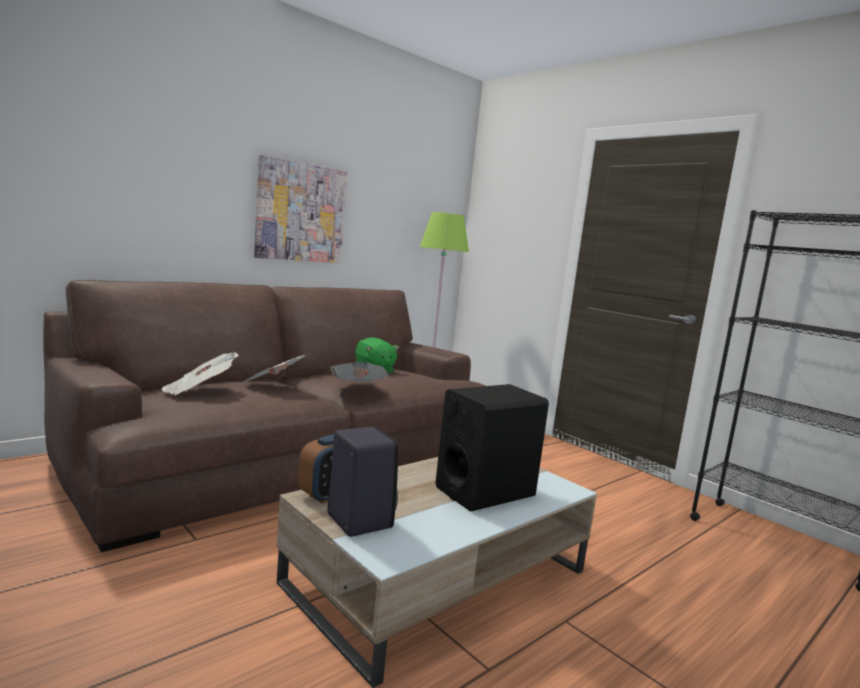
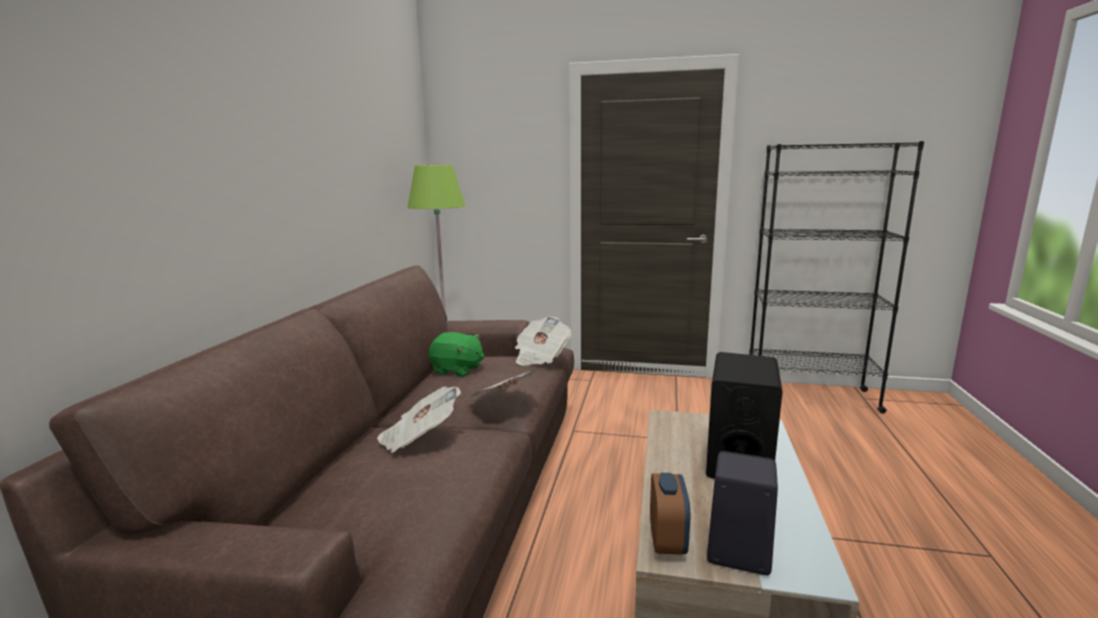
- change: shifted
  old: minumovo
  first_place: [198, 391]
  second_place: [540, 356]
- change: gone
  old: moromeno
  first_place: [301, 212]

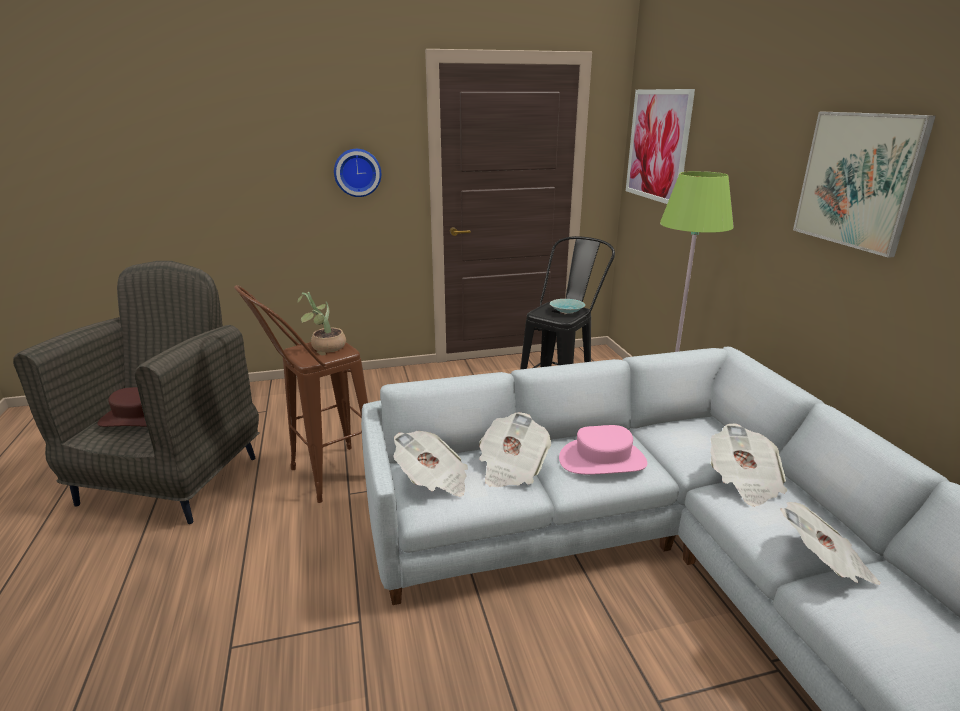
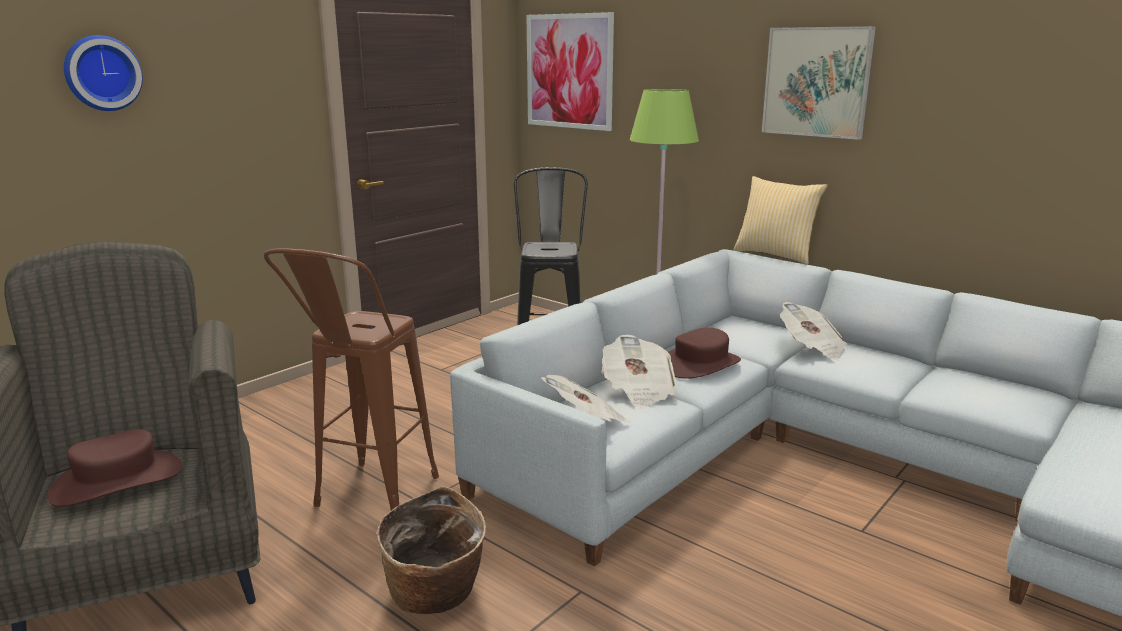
- change: shifted
  old: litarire
  first_place: [357, 172]
  second_place: [101, 73]
- change: new
  new: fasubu
  second_place: [435, 595]
- change: repainted
  old: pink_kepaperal
  new: brown_kepaperal
  first_place: [602, 460]
  second_place: [700, 364]
- change: new
  new: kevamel
  second_place: [776, 255]
- change: gone
  old: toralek
  first_place: [324, 347]
- change: gone
  old: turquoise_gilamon
  first_place: [565, 311]
- change: gone
  old: minumovo
  first_place: [823, 563]

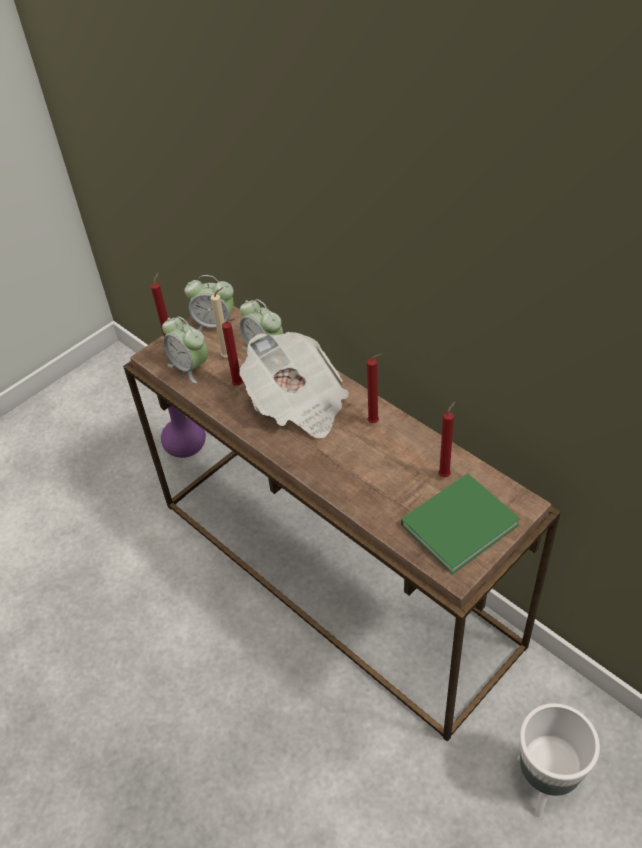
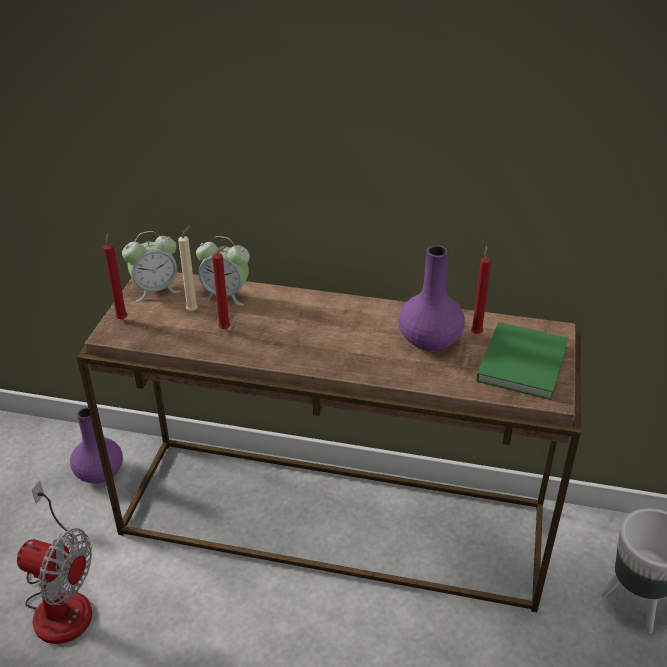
- change: new
  new: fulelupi
  second_place: [61, 600]
- change: new
  new: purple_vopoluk
  second_place: [428, 340]
- change: gone
  old: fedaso
  first_place: [190, 367]
- change: gone
  old: minumovo
  first_place: [297, 404]
- change: gone
  old: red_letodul
  first_place: [375, 422]

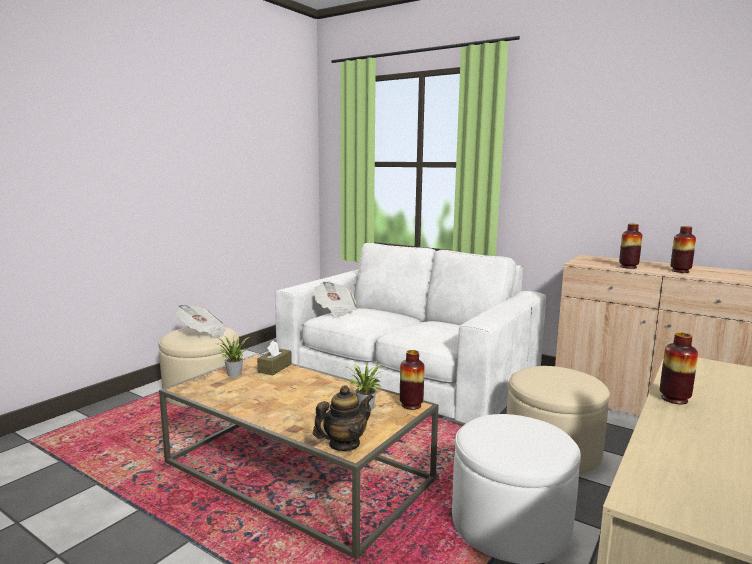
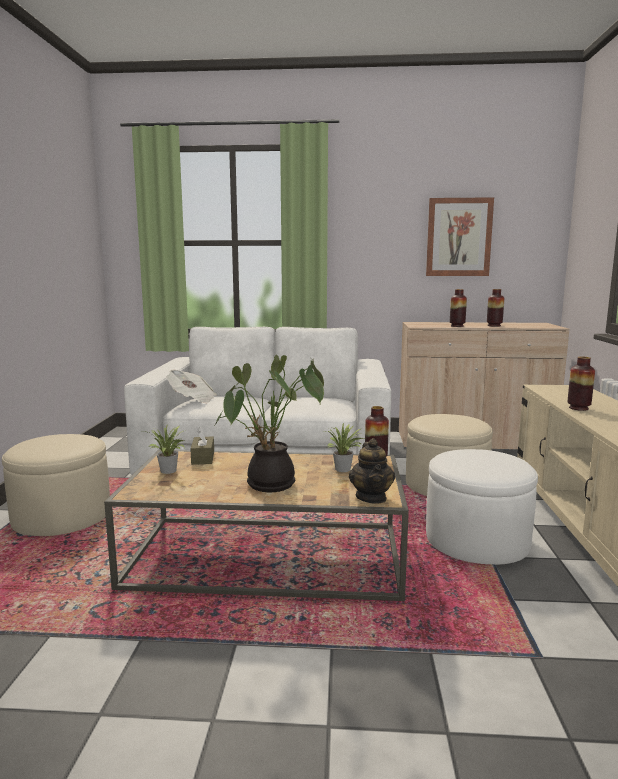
- change: new
  new: toralek
  second_place: [270, 486]
- change: rotated
  old: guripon
  first_place: [344, 444]
  second_place: [371, 497]
  degrees: 150
- change: new
  new: moromeno
  second_place: [458, 237]
- change: gone
  old: minumovo
  first_place: [203, 333]

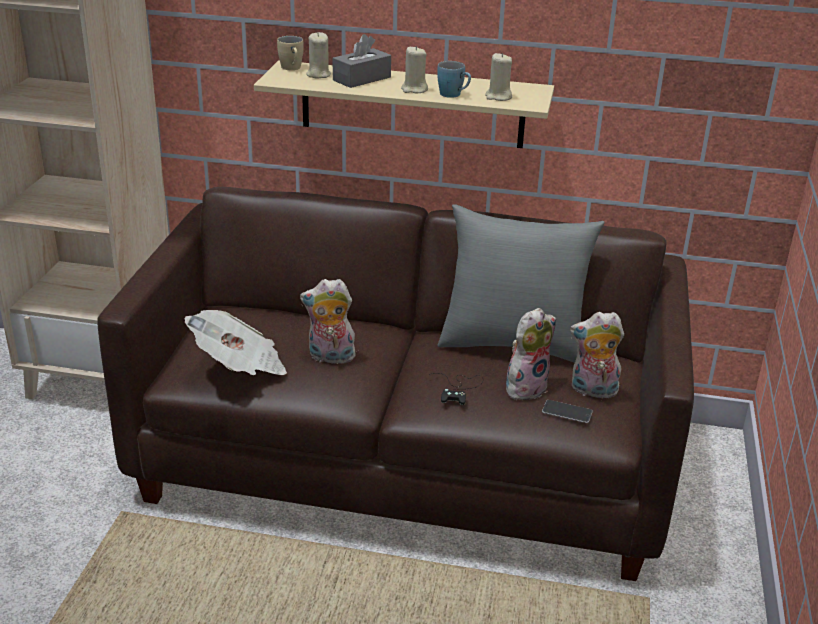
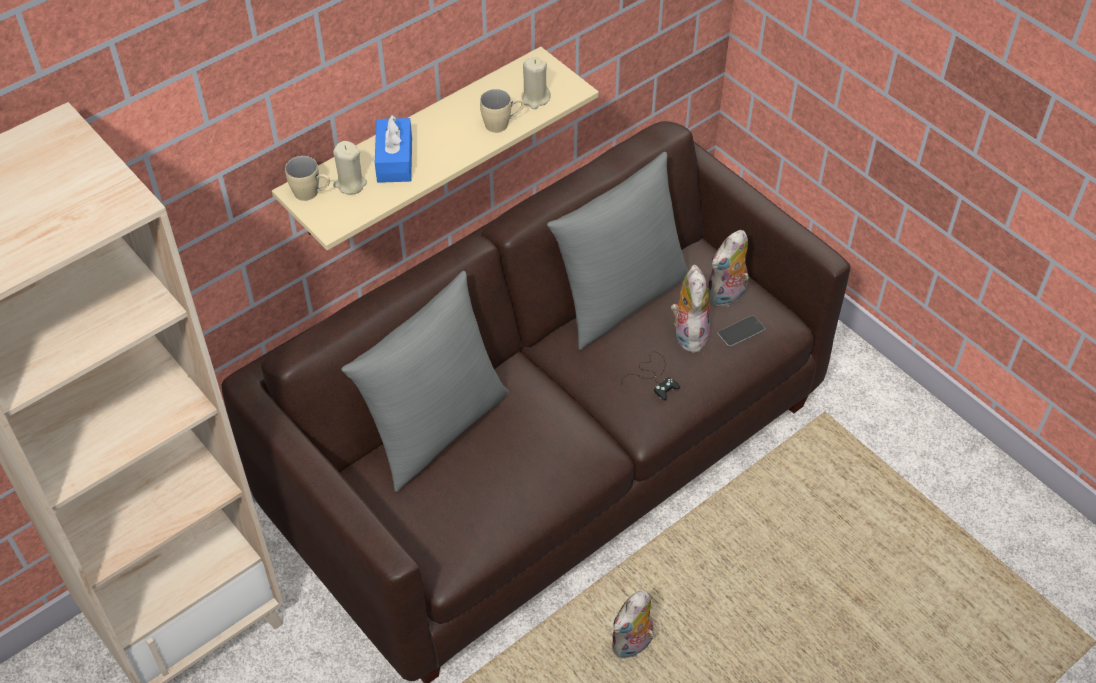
- change: new
  new: grey_kevamel
  second_place: [435, 427]
- change: repainted
  old: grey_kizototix
  new: blue_kizototix
  first_place: [362, 79]
  second_place: [394, 160]
- change: repainted
  old: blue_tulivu
  new: beige_tulivu
  first_place: [454, 95]
  second_place: [502, 124]
- change: shifted
  old: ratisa
  first_place: [330, 358]
  second_place: [633, 645]
- change: gone
  old: minumovo
  first_place: [239, 366]
- change: gone
  old: beige_letodul
  first_place: [414, 89]

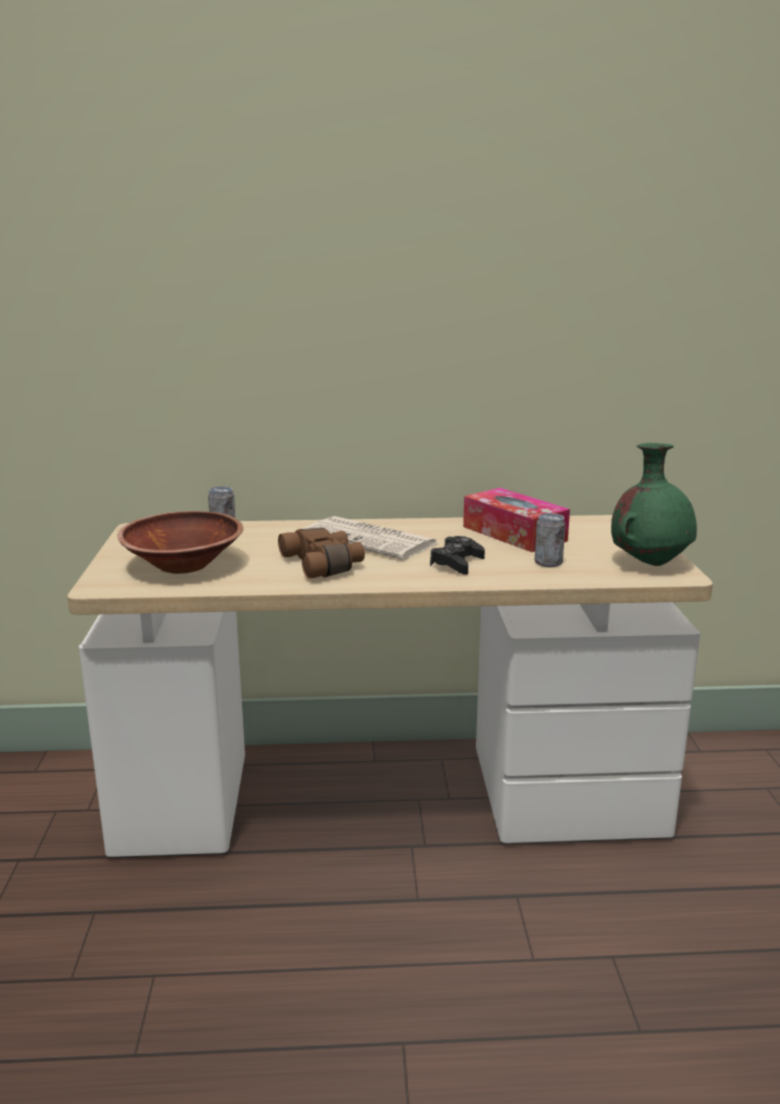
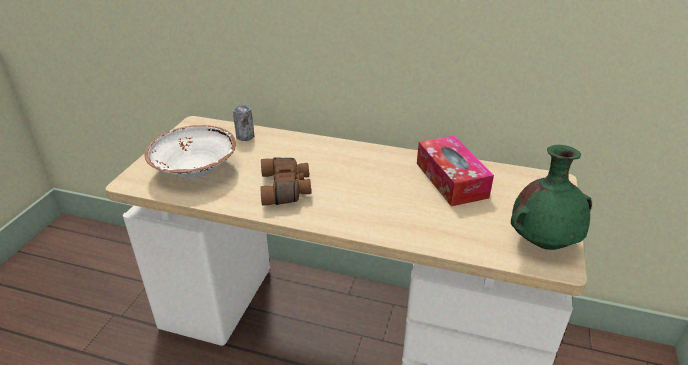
- change: repainted
  old: brown_gilamon
  new: white_gilamon
  first_place: [183, 565]
  second_place: [195, 169]
- change: gone
  old: minumovo
  first_place: [371, 540]
- change: gone
  old: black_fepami
  first_place: [457, 563]
- change: gone
  old: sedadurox
  first_place: [548, 563]

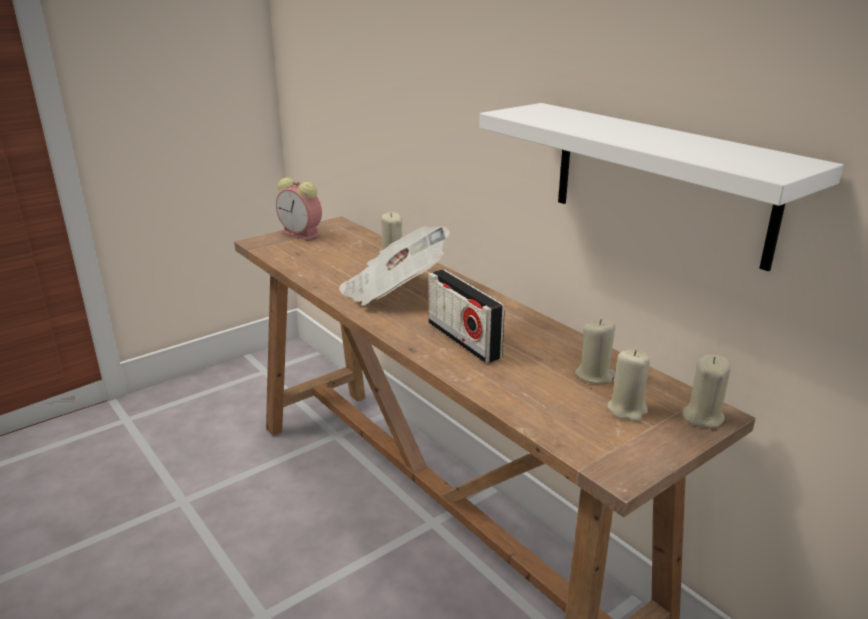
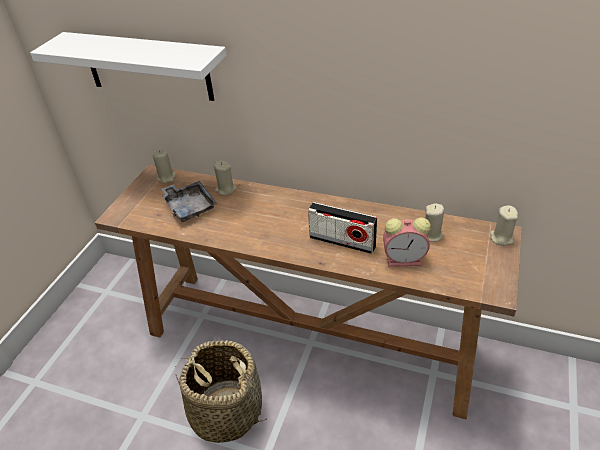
- change: shifted
  old: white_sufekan
  first_place: [659, 181]
  second_place: [147, 66]
- change: shifted
  old: beige_letodul
  first_place: [627, 409]
  second_place: [166, 177]
- change: new
  new: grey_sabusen
  second_place: [189, 206]
- change: new
  new: fasubu
  second_place: [226, 411]
- change: shifted
  old: fedaso
  first_place: [302, 234]
  second_place: [405, 259]
- change: gone
  old: minumovo
  first_place: [393, 291]

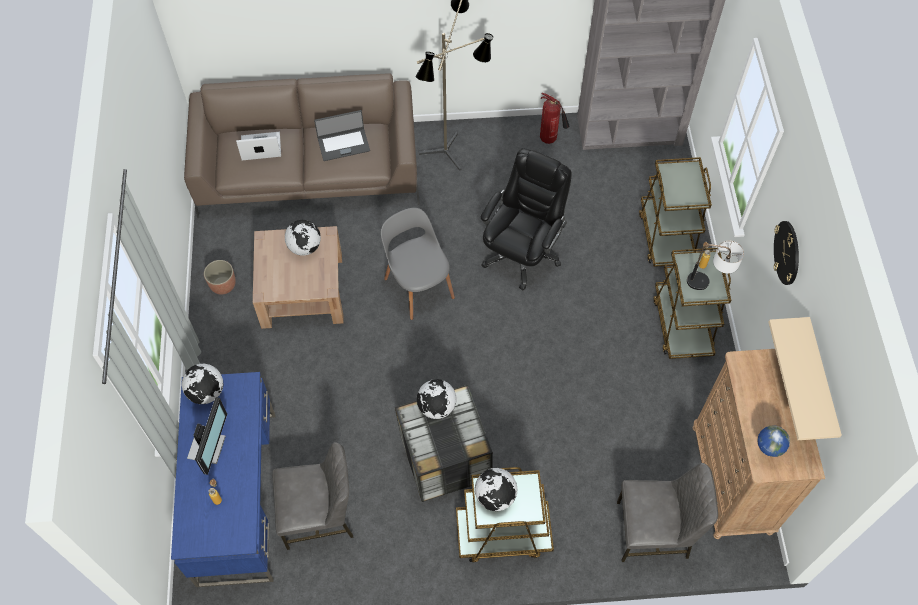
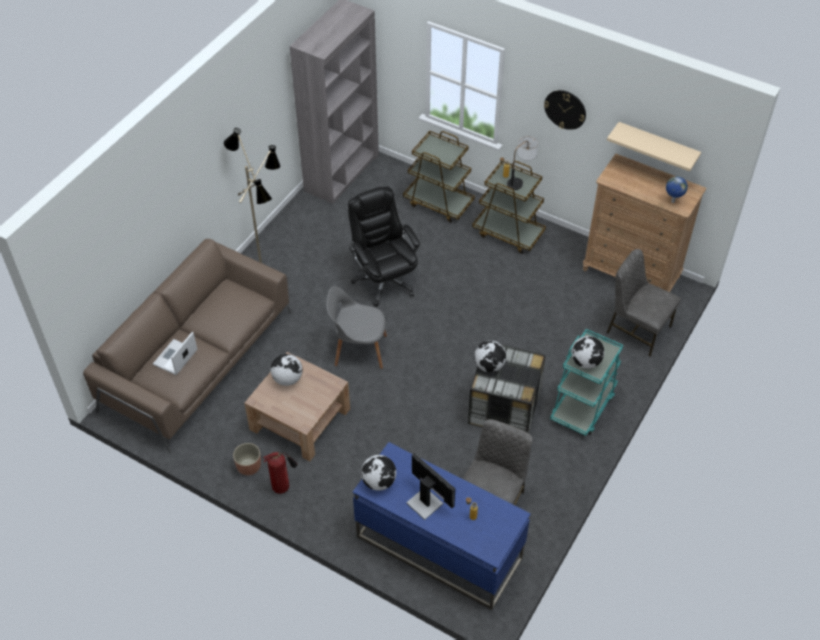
- change: shifted
  old: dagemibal
  first_place: [550, 139]
  second_place: [283, 486]
- change: repainted
  old: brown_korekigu
  new: turquoise_korekigu
  first_place: [503, 533]
  second_place: [582, 406]
- change: rotated
  old: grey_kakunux
  first_place: [654, 531]
  second_place: [637, 329]
  degrees: -90
- change: gone
  old: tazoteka
  first_place: [343, 144]

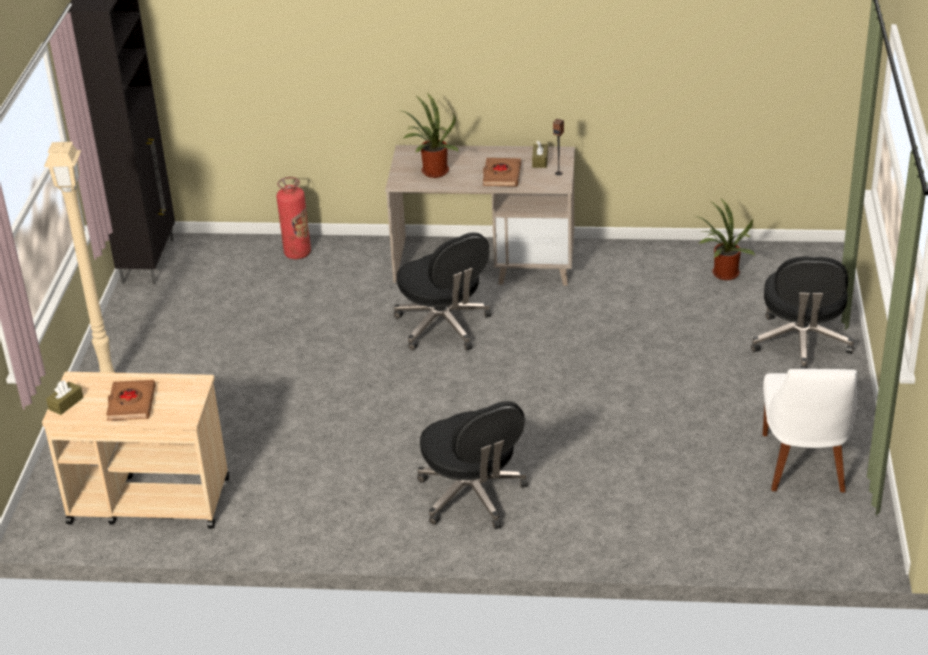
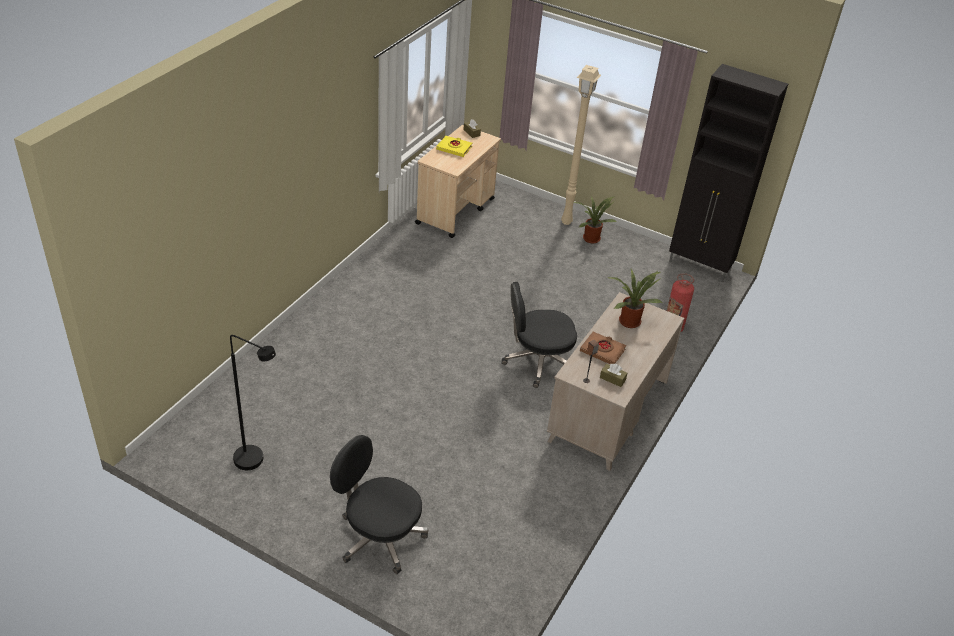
- change: swapped
  old: white_kakunux
  new: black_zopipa
  first_place: [804, 466]
  second_place: [256, 461]
- change: repainted
  old: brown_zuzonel
  new: yellow_zuzonel
  first_place: [131, 404]
  second_place: [454, 148]
- change: shifted
  old: toralek
  first_place: [723, 274]
  second_place: [591, 237]
- change: gone
  old: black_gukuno
  first_place: [472, 496]

